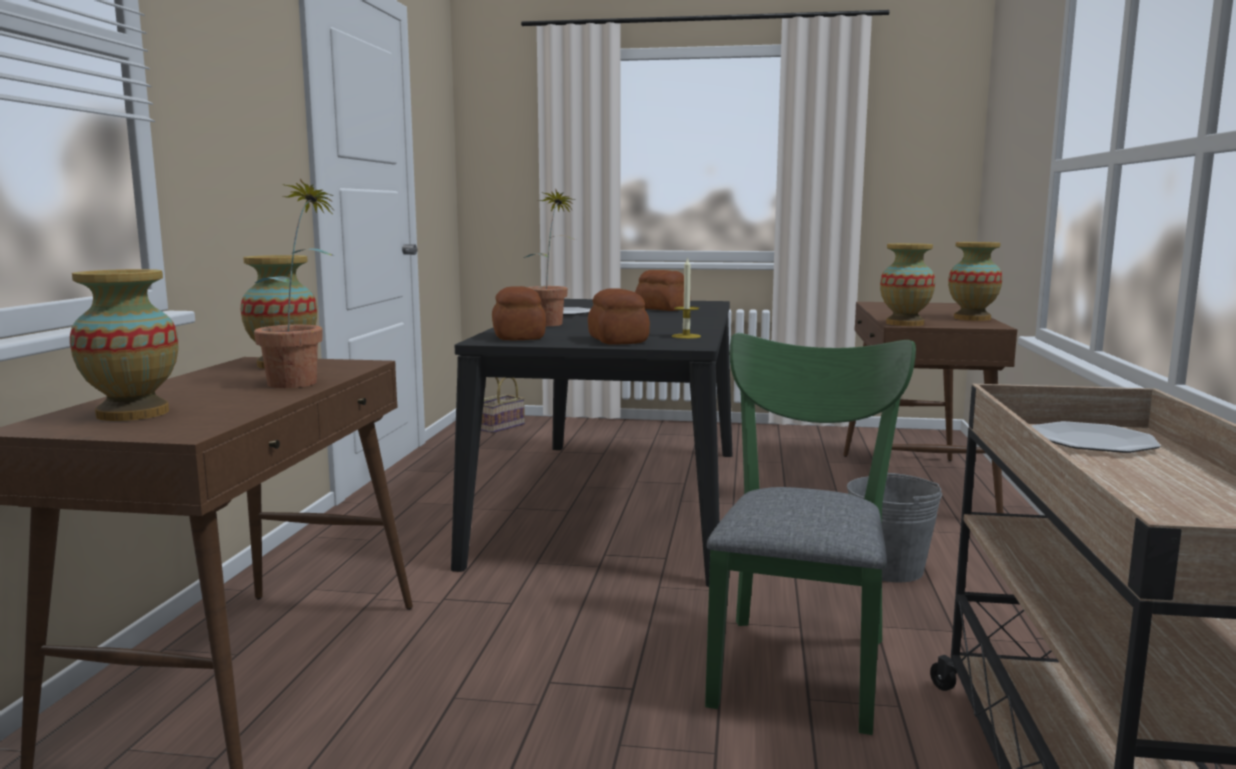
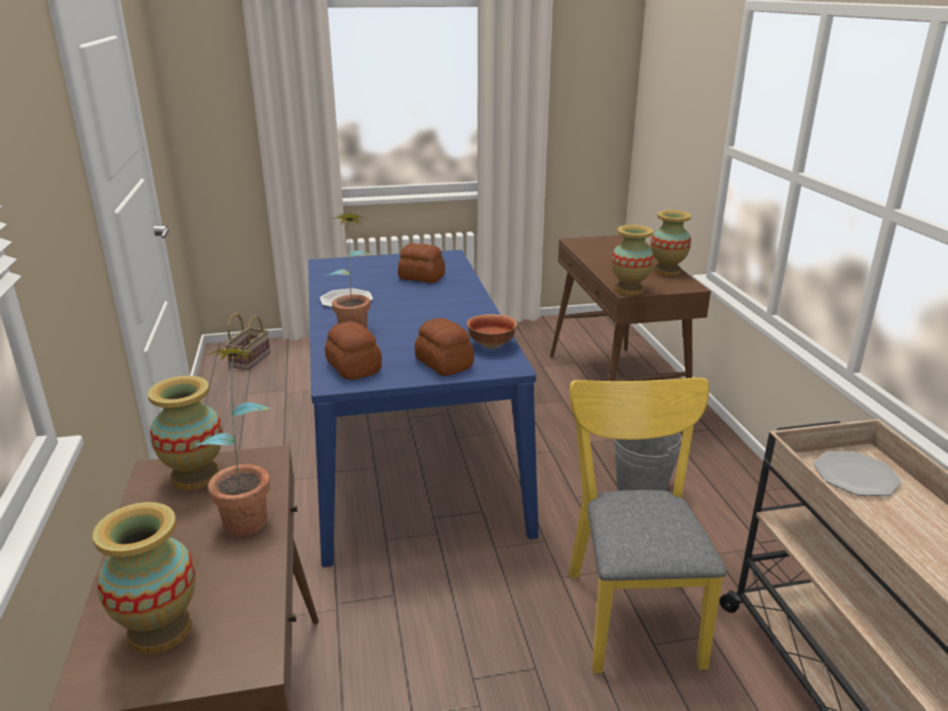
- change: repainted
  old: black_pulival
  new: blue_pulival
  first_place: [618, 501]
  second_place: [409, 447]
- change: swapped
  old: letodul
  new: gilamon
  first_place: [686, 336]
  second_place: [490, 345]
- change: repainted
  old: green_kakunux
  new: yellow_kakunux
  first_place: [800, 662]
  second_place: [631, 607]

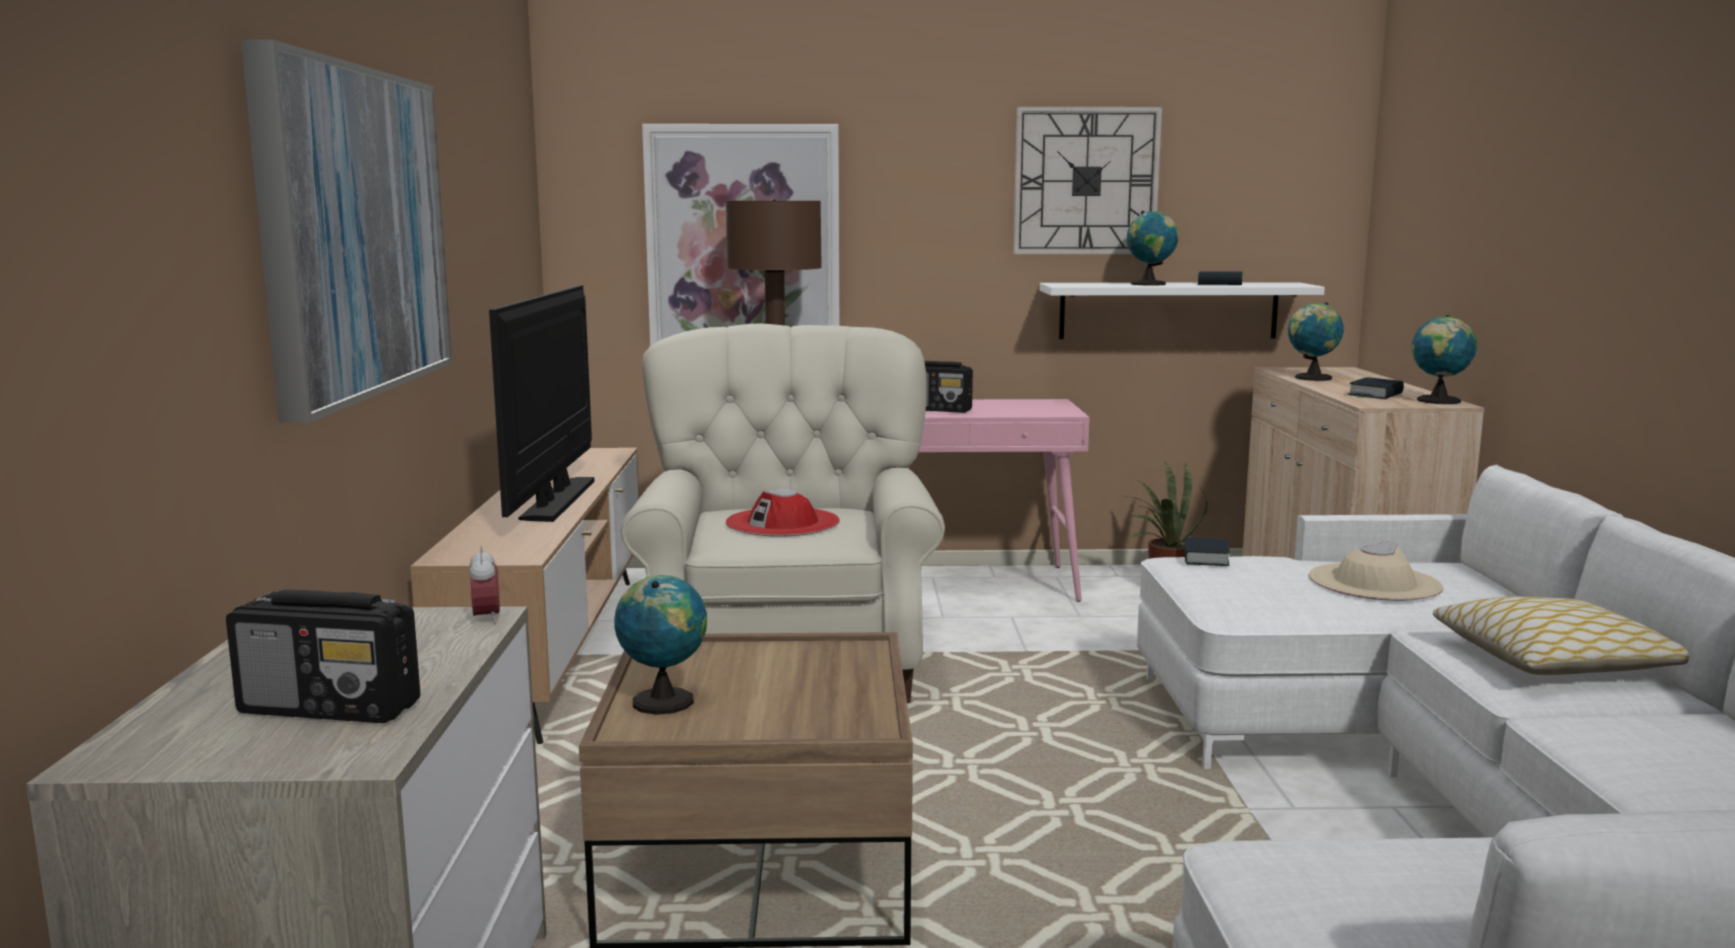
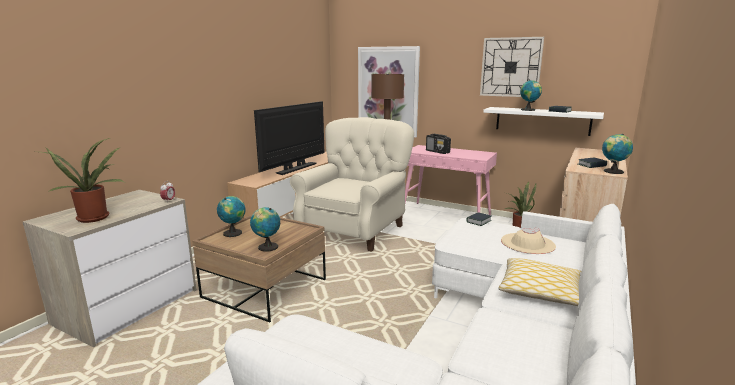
- change: swapped
  old: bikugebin
  new: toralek
  first_place: [331, 709]
  second_place: [94, 217]
- change: shifted
  old: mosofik
  first_place: [1311, 378]
  second_place: [266, 247]
- change: gone
  old: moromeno
  first_place: [353, 231]
- change: gone
  old: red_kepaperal
  first_place: [783, 522]

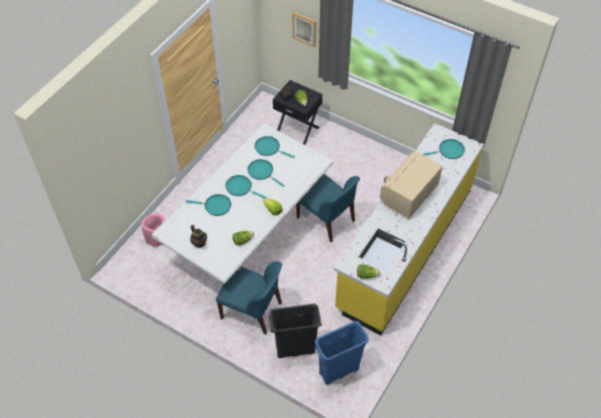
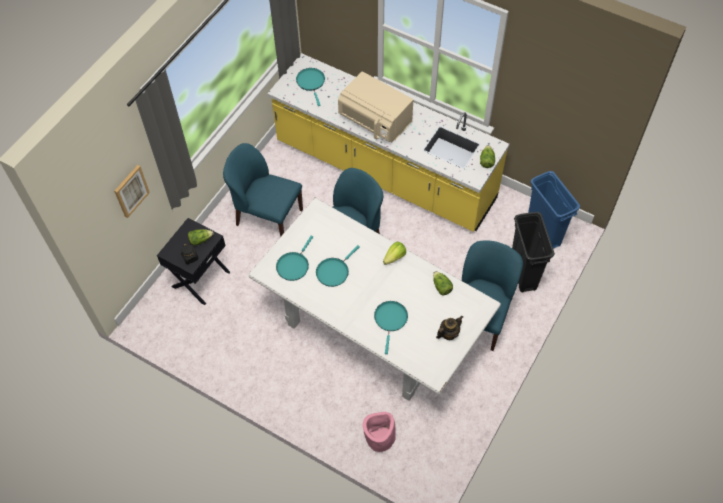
- change: new
  new: blue_kakunux
  second_place: [268, 217]
- change: gone
  old: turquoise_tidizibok
  first_place: [240, 187]

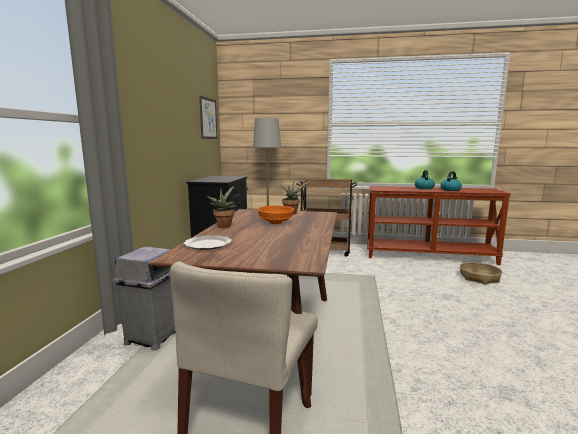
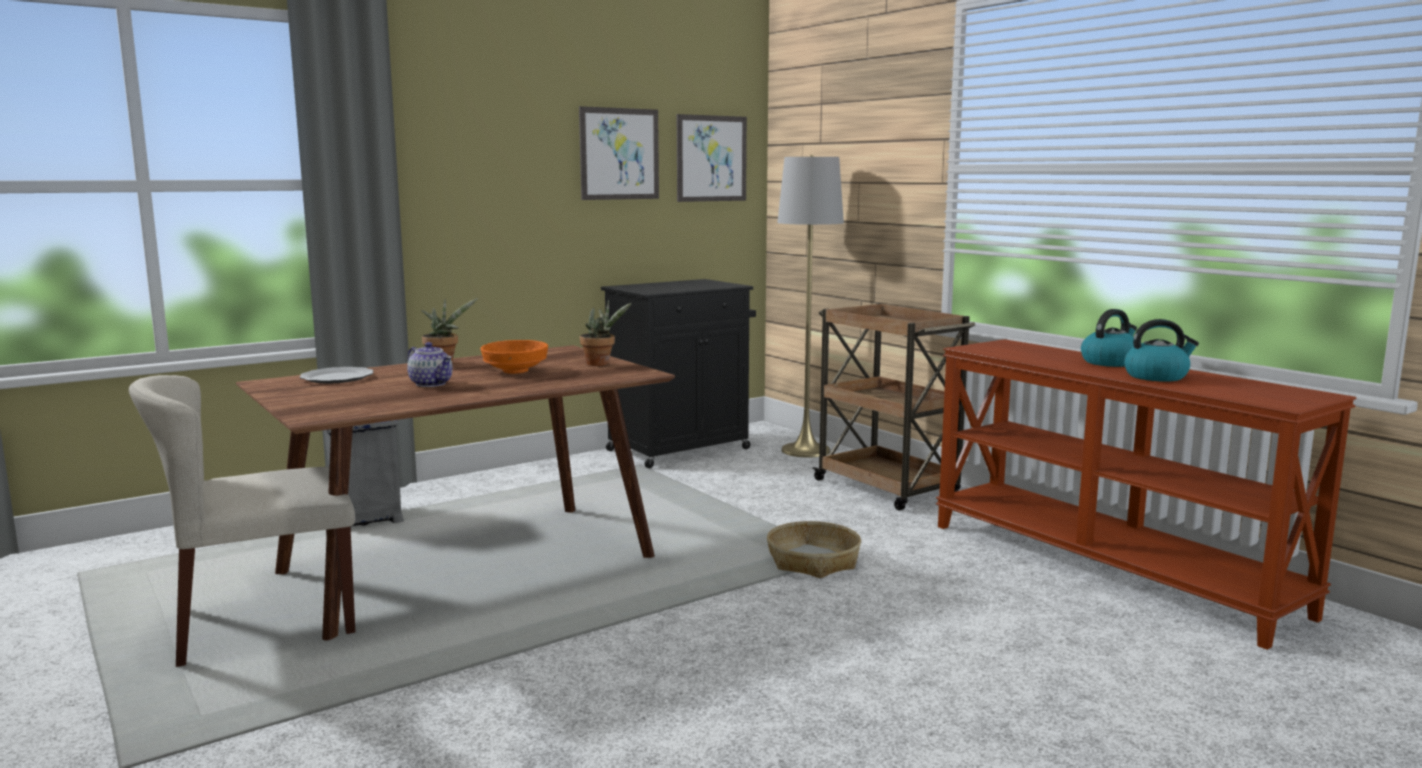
- change: new
  new: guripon
  second_place: [431, 384]
- change: new
  new: moromeno
  second_place: [619, 154]
- change: shifted
  old: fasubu
  first_place: [479, 278]
  second_place: [813, 561]

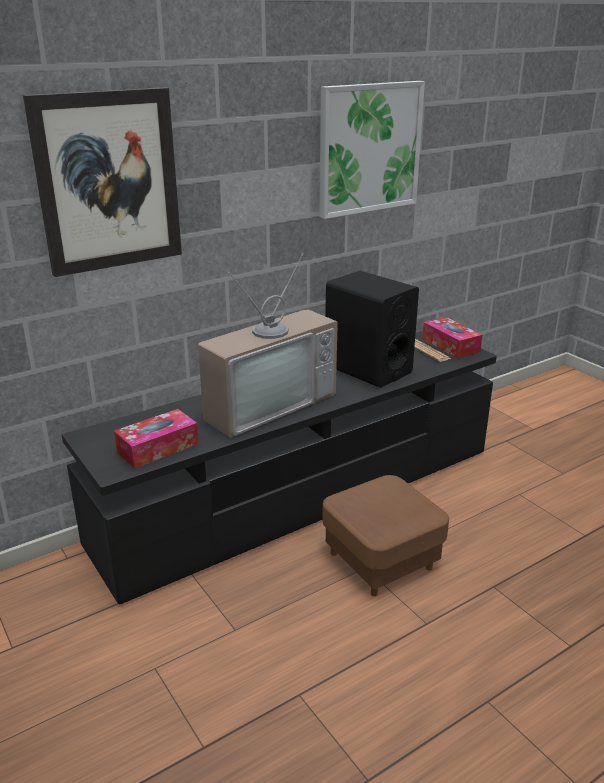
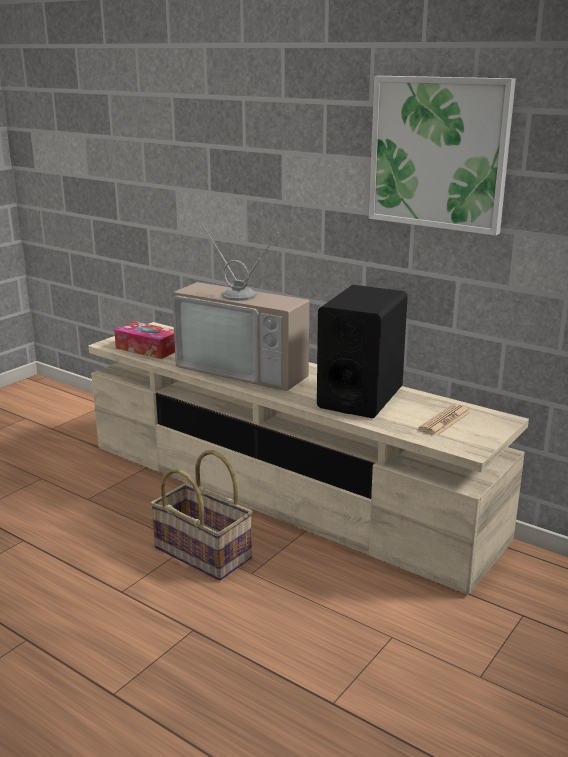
- change: repainted
  old: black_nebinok
  new: beige_nebinok
  first_place: [301, 496]
  second_place: [284, 492]
- change: swapped
  old: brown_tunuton
  new: fasubu
  first_place: [381, 560]
  second_place: [204, 552]
- change: gone
  old: moromeno
  first_place: [108, 181]
- change: gone
  old: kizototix
  first_place: [450, 345]

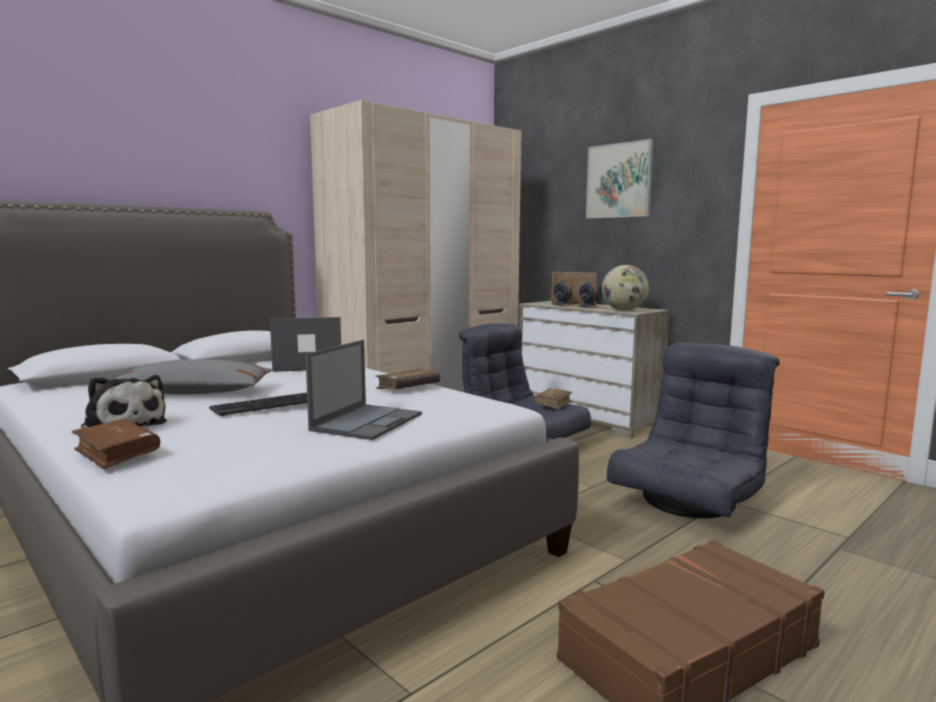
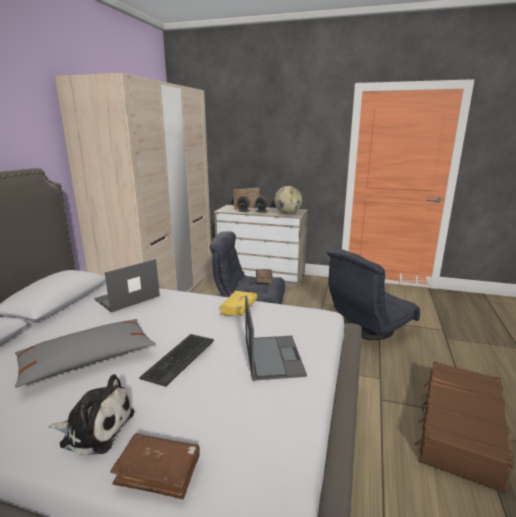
- change: repainted
  old: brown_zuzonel
  new: yellow_zuzonel
  first_place: [408, 388]
  second_place: [238, 308]
- change: rotated
  old: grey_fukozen
  first_place: [690, 502]
  second_place: [367, 327]
  degrees: -135
- change: gone
  old: moromeno
  first_place: [619, 180]

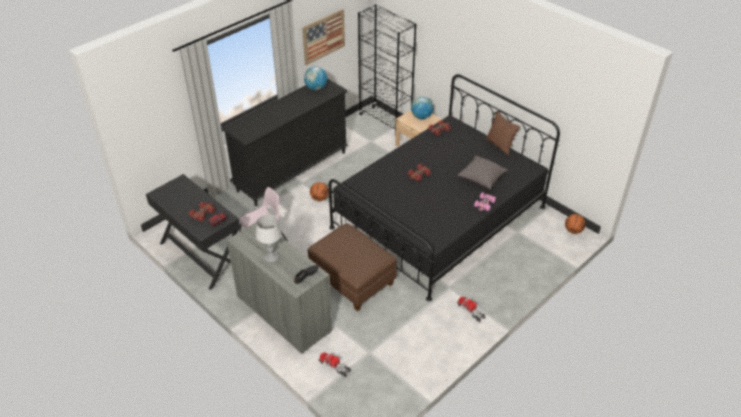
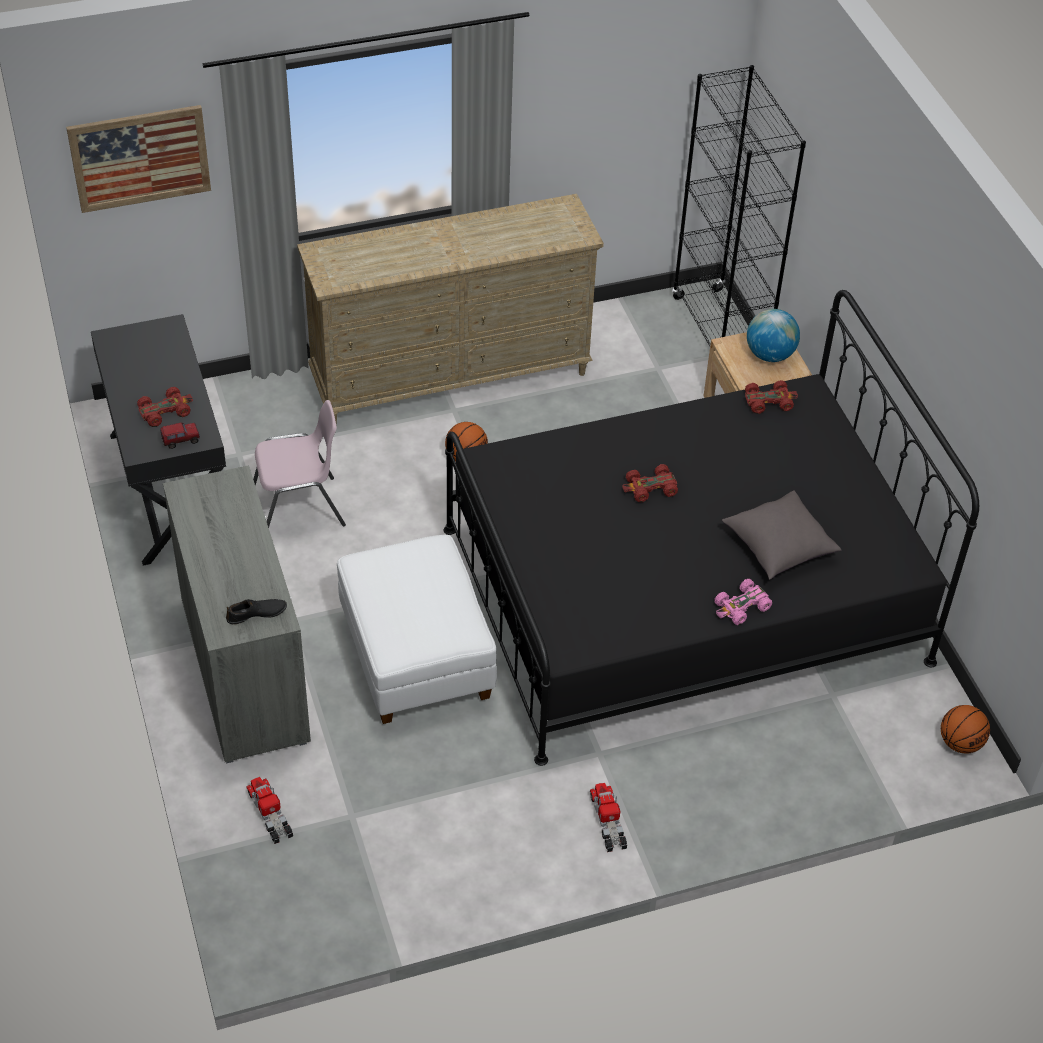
- change: shifted
  old: moromeno
  first_place: [323, 36]
  second_place: [140, 158]
- change: repainted
  old: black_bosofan
  new: beige_bosofan
  first_place: [293, 171]
  second_place: [452, 377]
- change: repainted
  old: brown_tunuton
  new: white_tunuton
  first_place: [352, 280]
  second_place: [417, 657]
- change: gone
  old: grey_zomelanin
  first_place: [271, 257]
- change: gone
  old: mosofik
  first_place: [316, 88]
- change: gone
  old: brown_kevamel
  first_place: [500, 145]

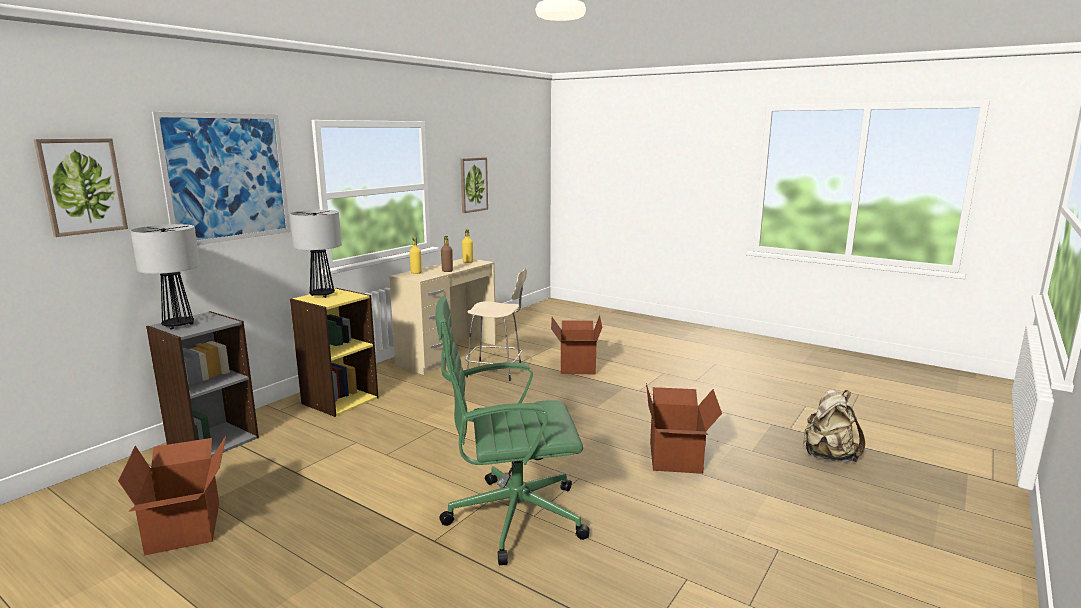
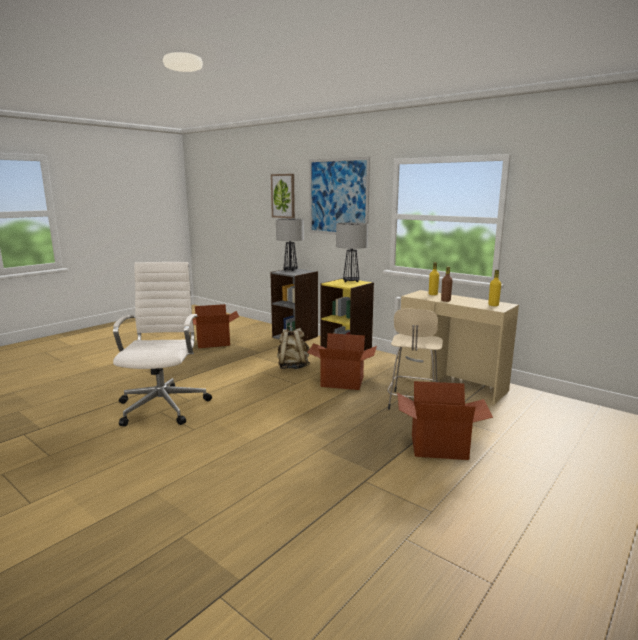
- change: repainted
  old: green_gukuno
  new: white_gukuno
  first_place: [511, 517]
  second_place: [164, 405]
- change: shifted
  old: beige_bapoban
  first_place: [828, 456]
  second_place: [293, 366]
- change: shifted
  old: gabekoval
  first_place: [676, 457]
  second_place: [342, 382]
- change: gone
  old: moromeno
  first_place: [473, 184]

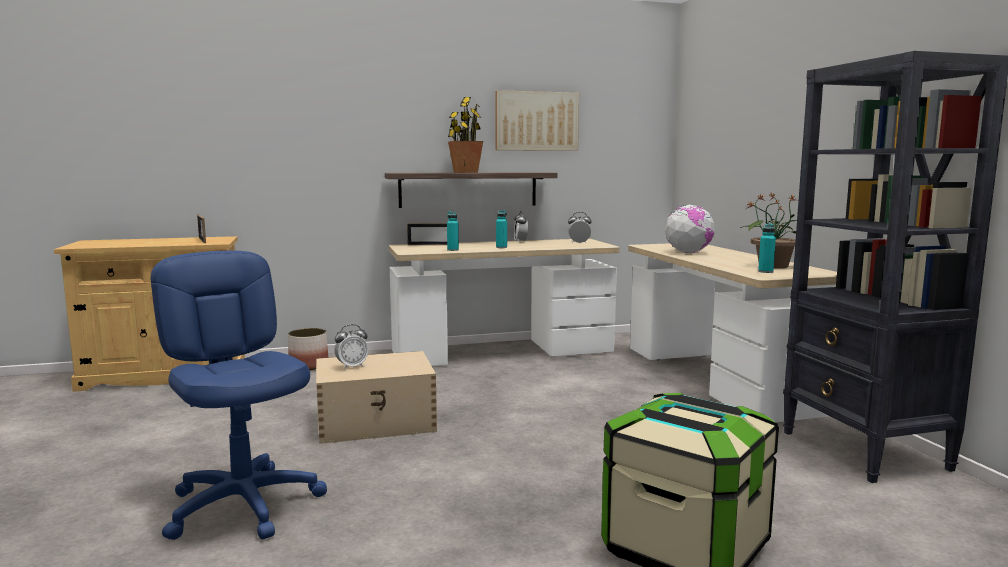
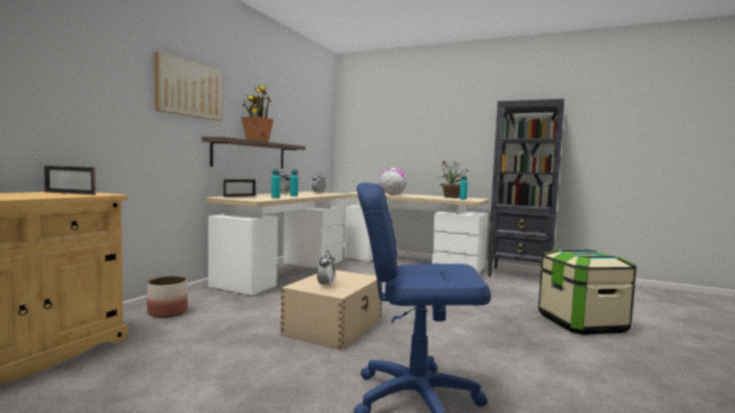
- change: shifted
  old: moromeno
  first_place: [536, 121]
  second_place: [189, 89]

